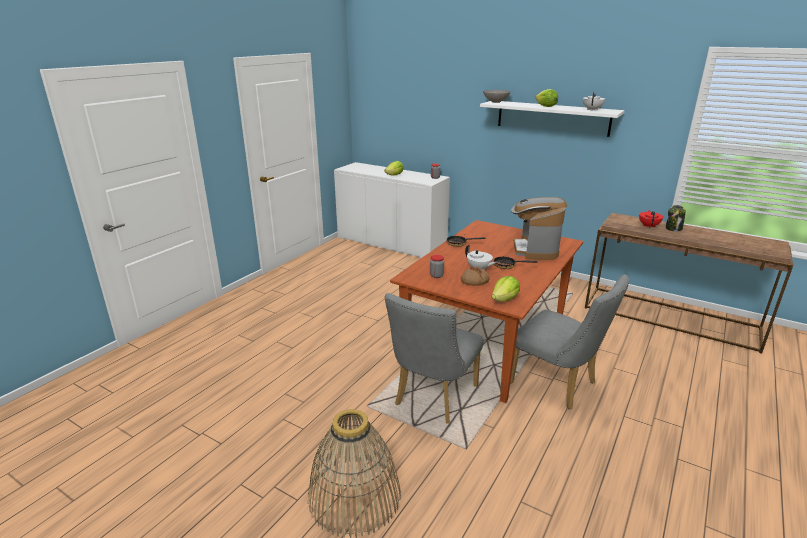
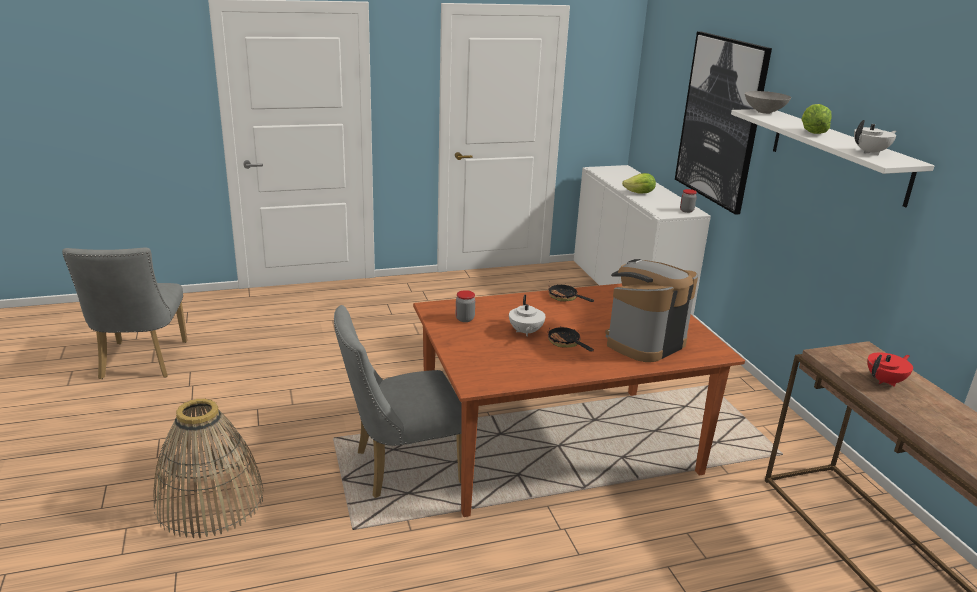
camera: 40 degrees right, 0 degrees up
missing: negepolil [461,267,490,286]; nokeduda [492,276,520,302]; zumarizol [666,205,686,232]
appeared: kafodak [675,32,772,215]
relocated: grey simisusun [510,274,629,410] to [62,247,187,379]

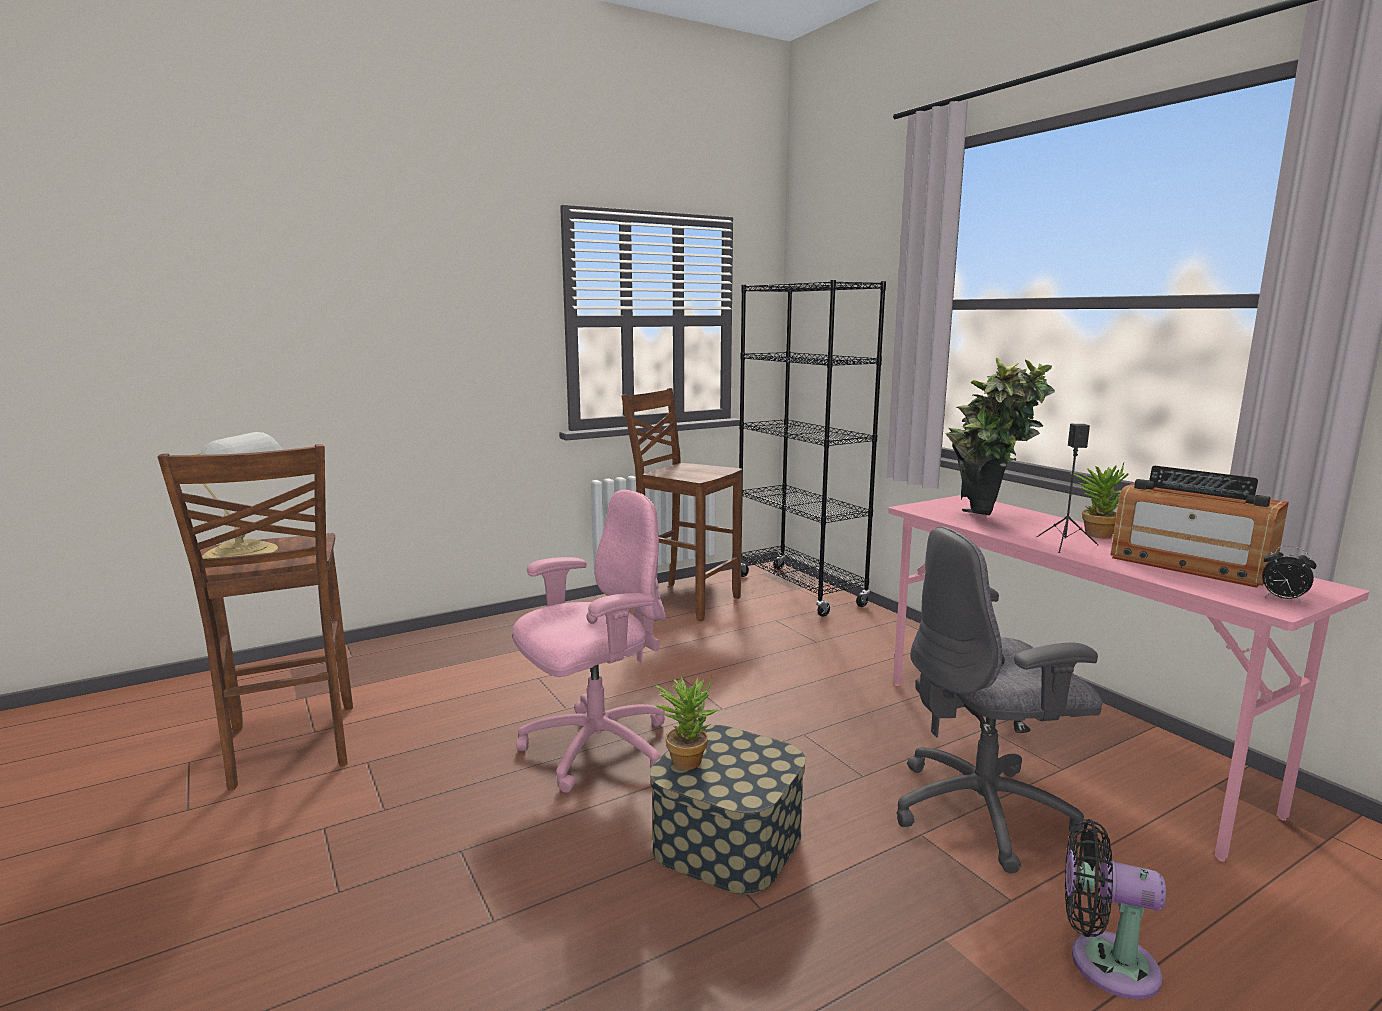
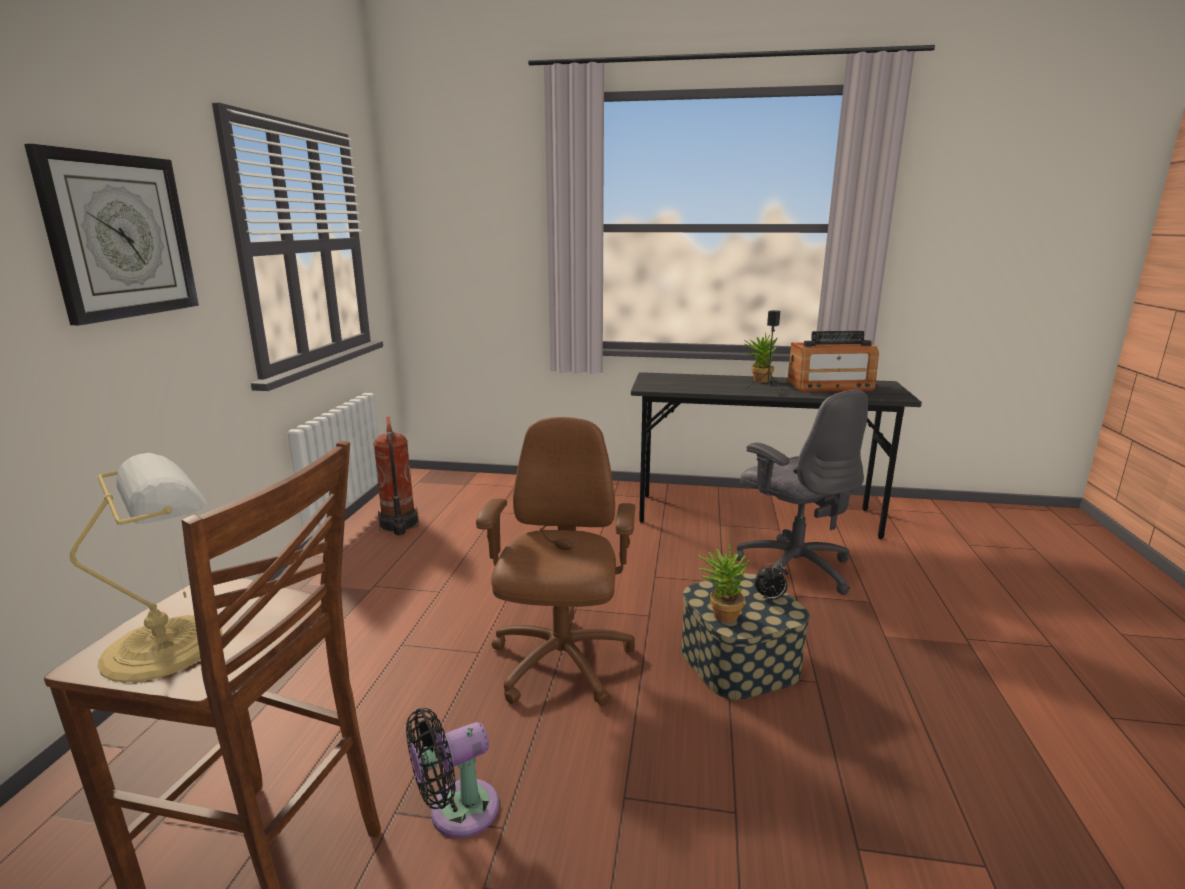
camera: 50 degrees left, 5 degrees up
missing: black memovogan [739,280,886,617]; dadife [946,358,1055,515]
appeared: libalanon [24,144,199,325]
relocated: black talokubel [1065,819,1166,999] to [406,708,499,838]; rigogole [1262,546,1317,604] to [755,563,788,601]
exchanged: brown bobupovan [621,388,743,621] to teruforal [373,416,419,535]
colour: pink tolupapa [512,490,666,793] to brown tolupapa [476,417,635,706]; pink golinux [888,495,1369,862] to grey golinux [631,372,922,539]
spun: grey tolupapa [897,527,1102,873] = [735,390,868,595] 60 degrees counterclockwise

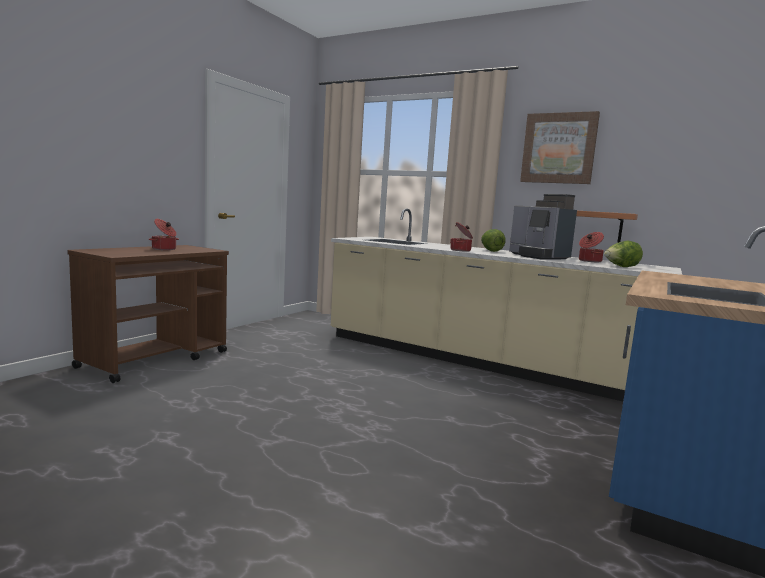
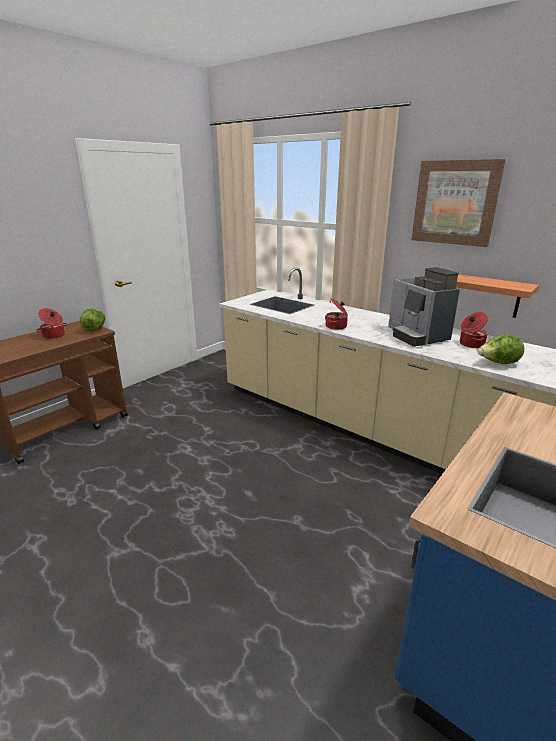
camera: 10 degrees right, 15 degrees up
relocated: nokeduda [481,229,506,252] to [80,309,105,332]

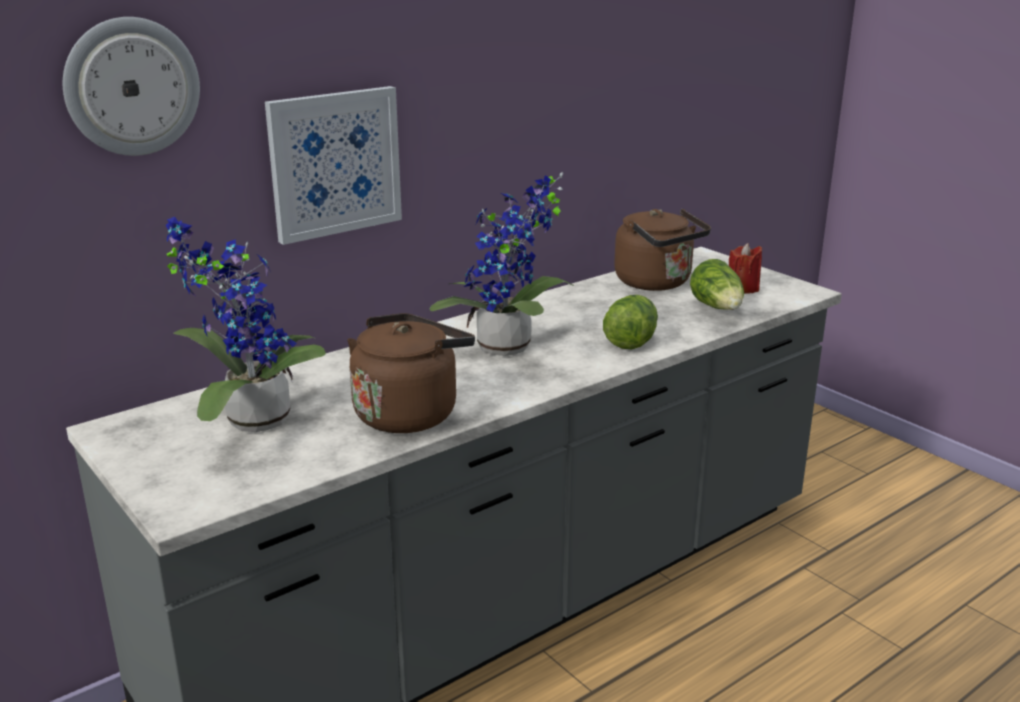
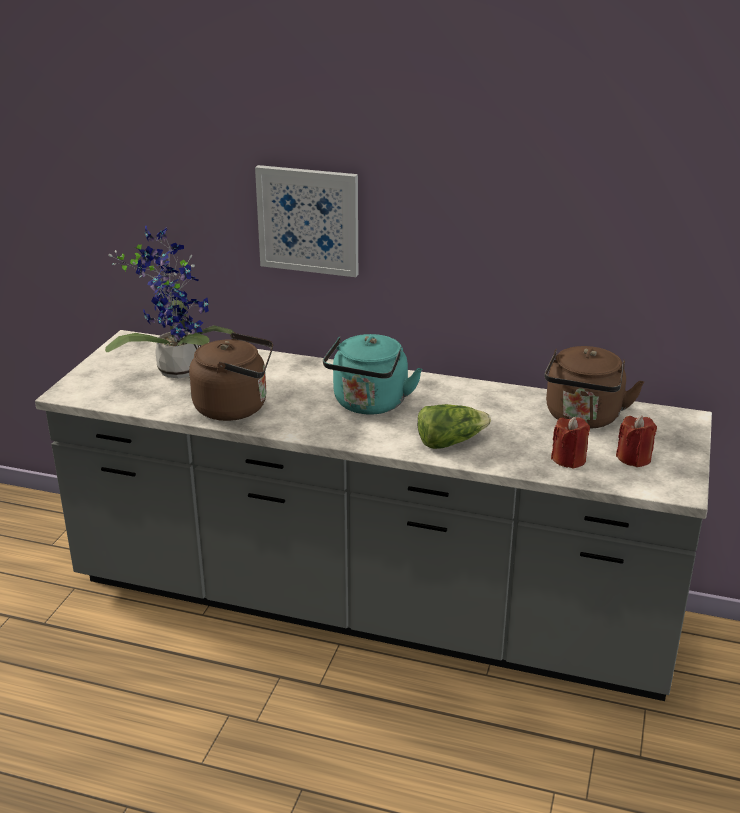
camera: 55 degrees right, 5 degrees up
missing: libalanon [63,17,200,156]
exchanged: dadife [430,172,574,356] to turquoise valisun [323,334,422,415]; nokeduda [690,259,744,310] to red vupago [551,417,590,469]

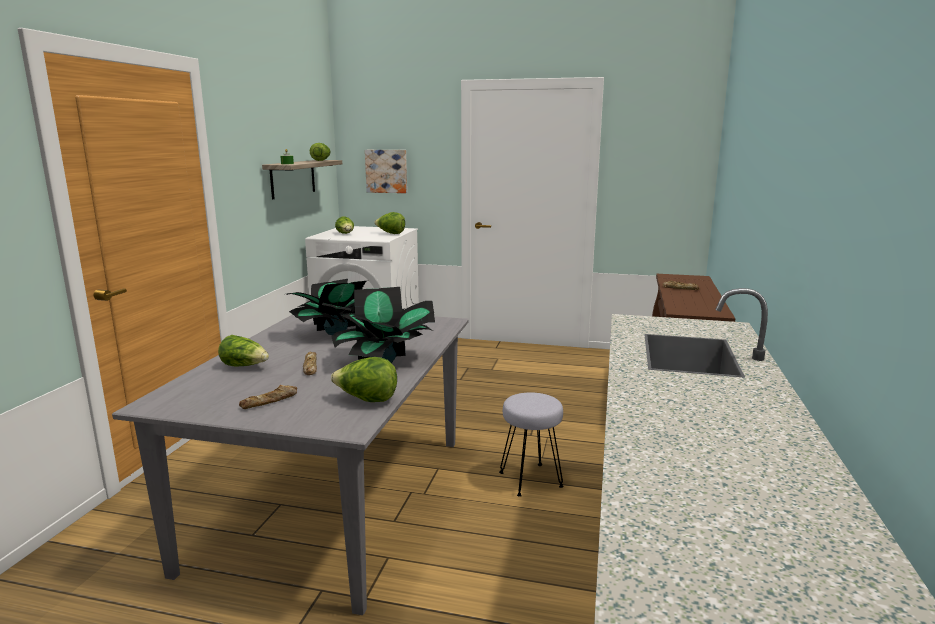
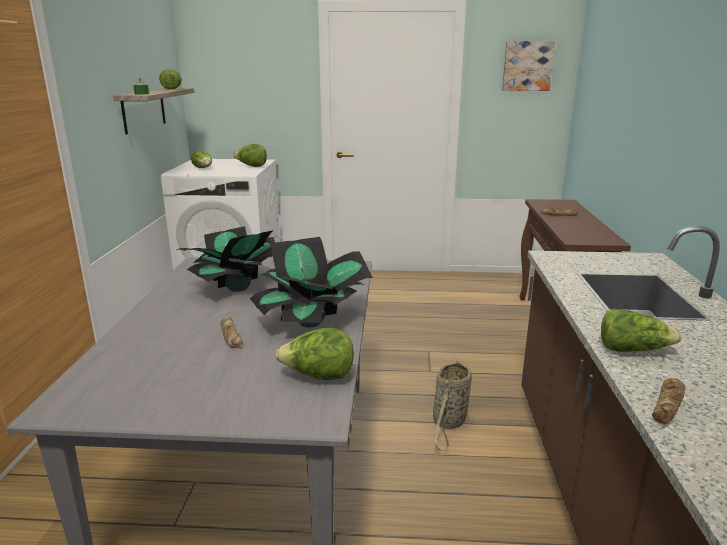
camera: 10 degrees left, 5 degrees up
relocated: kafodak [365,150,407,193] to [502,41,555,91]; nokeduda [218,335,269,367] to [601,309,682,352]; negepolil [239,385,297,409] to [652,378,685,424]
exchanged: grey bobupovan [499,392,564,497] to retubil [433,359,472,451]

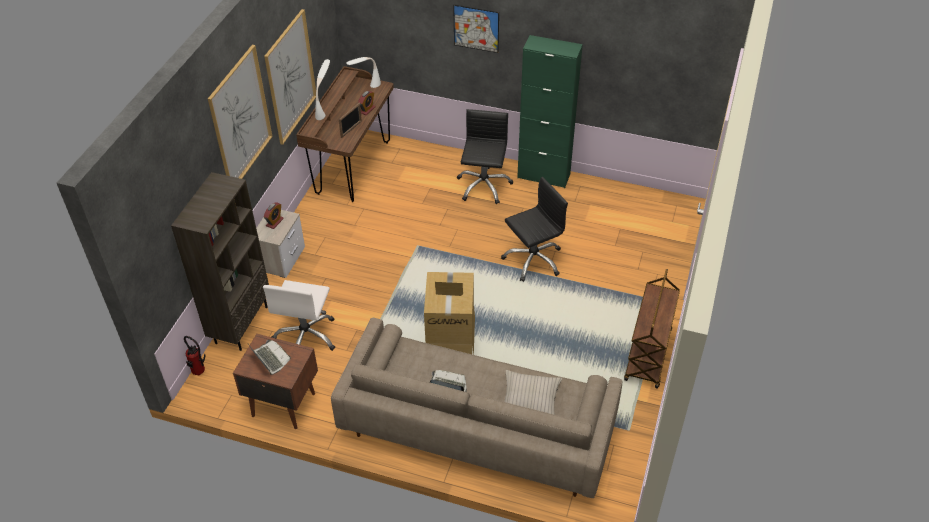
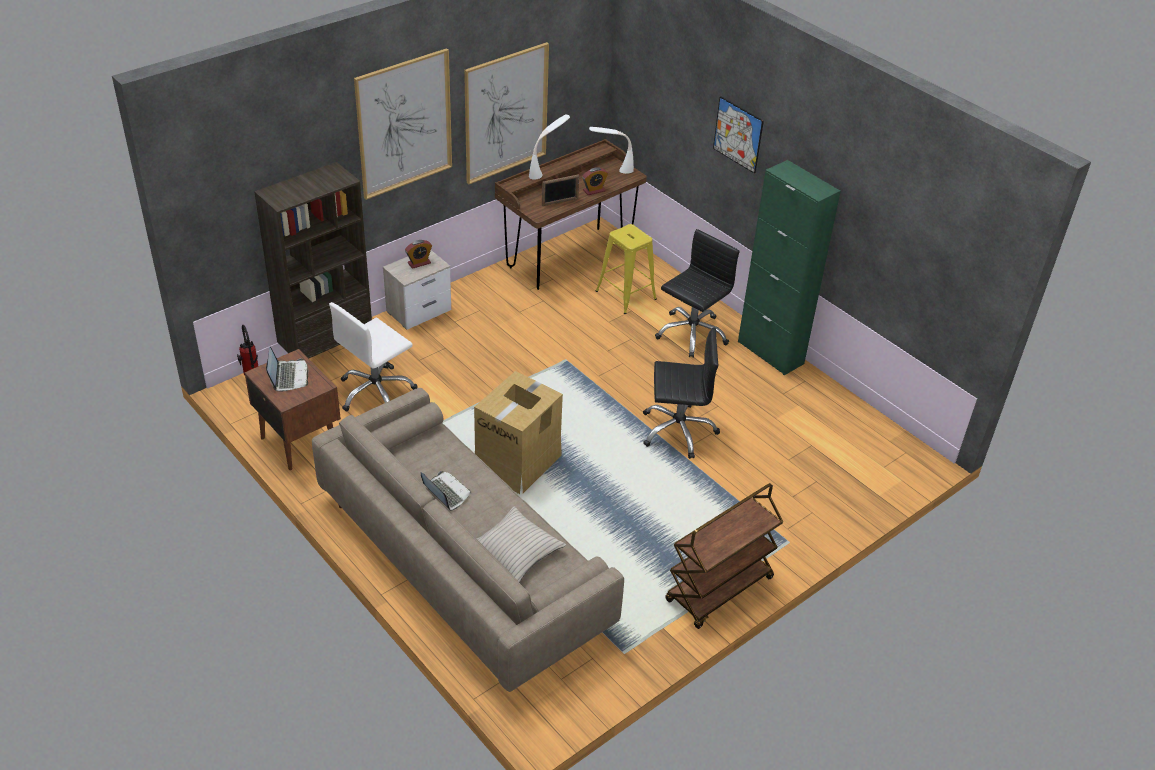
camera: 30 degrees right, 5 degrees down
appeared: yellow bobupovan [596,224,657,314]

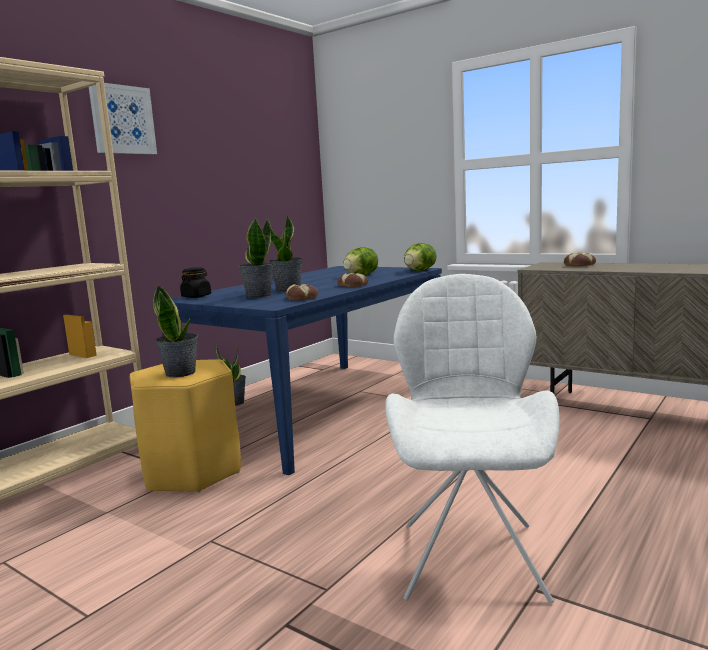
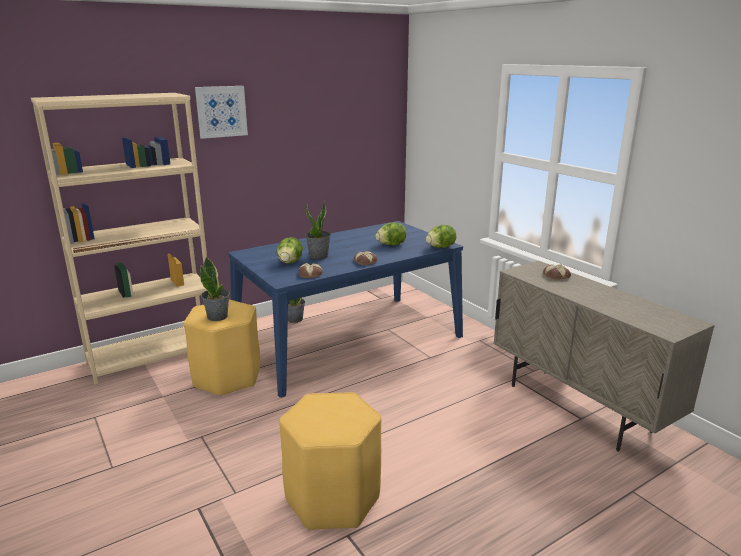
camera: 20 degrees right, 10 degrees up
missing: black zumarizol [180,267,211,298]
exchanged: dadife [239,218,274,298] to nokeduda [277,237,303,264]; white simisusun [386,274,560,604] to yellow bobupovan [279,392,381,530]

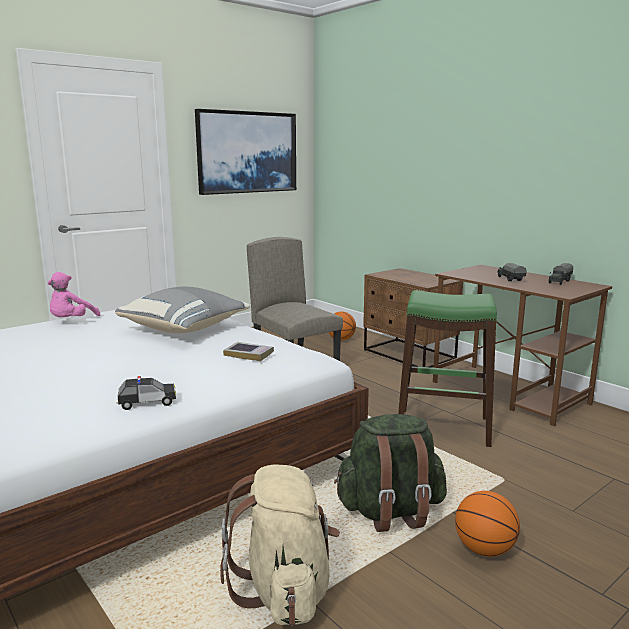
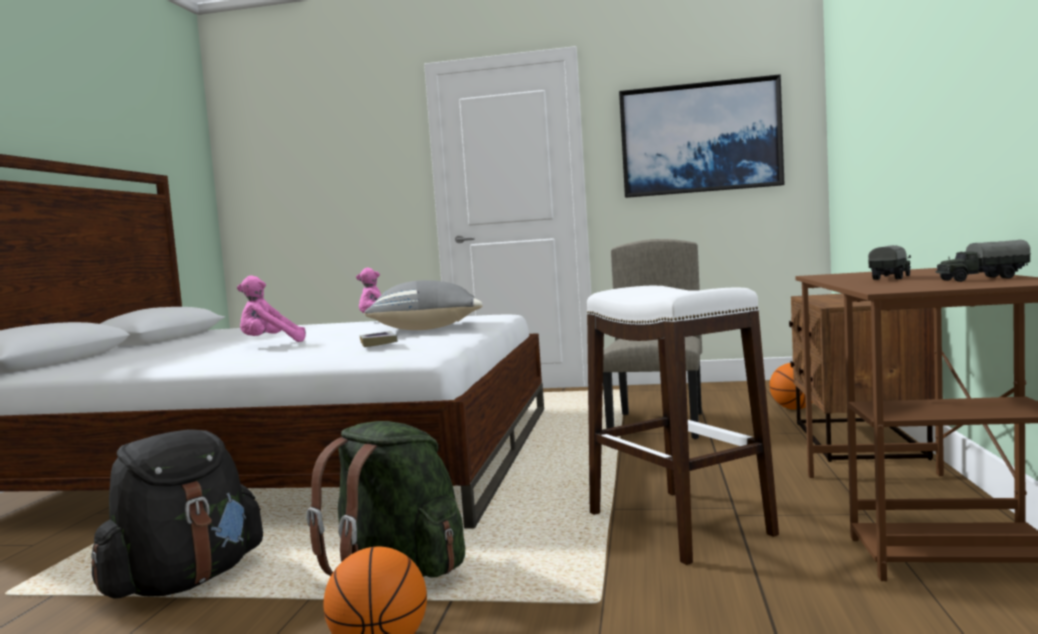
camera: 50 degrees right, 10 degrees down
missing: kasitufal [116,376,176,410]
appeared: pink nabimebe [237,276,306,342]
colour: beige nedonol [220,465,340,626] to black nedonol [91,430,263,599]; green bobupovan [398,290,497,447] to white bobupovan [587,286,779,565]

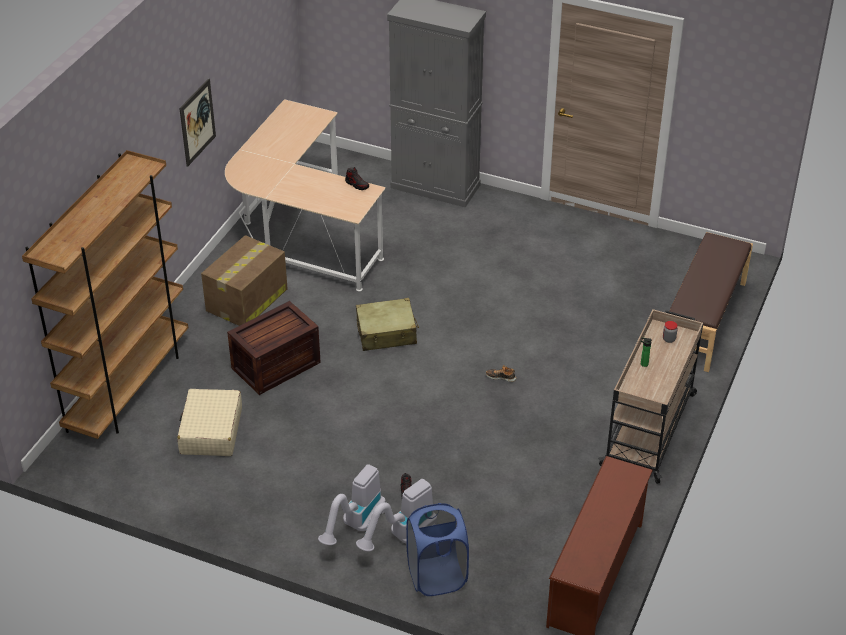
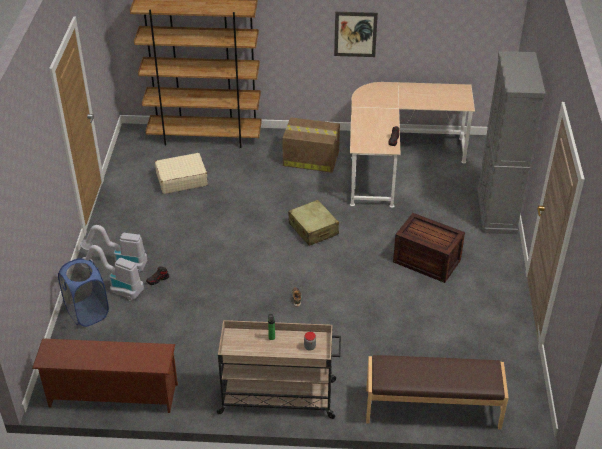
camera: 70 degrees right, 0 degrees up
relocated: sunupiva [227,301,321,395] to [393,213,465,283]

